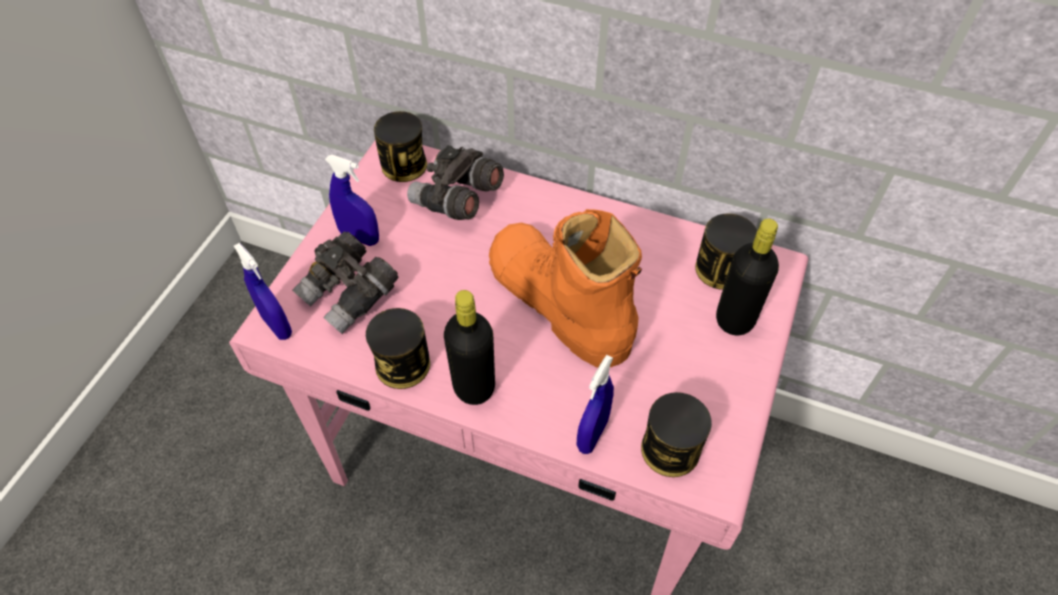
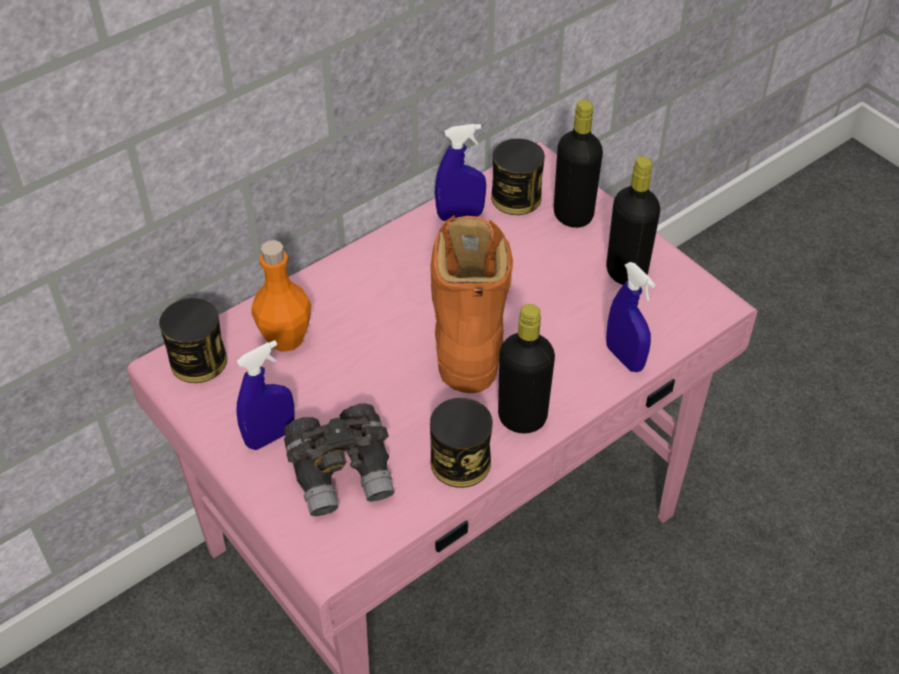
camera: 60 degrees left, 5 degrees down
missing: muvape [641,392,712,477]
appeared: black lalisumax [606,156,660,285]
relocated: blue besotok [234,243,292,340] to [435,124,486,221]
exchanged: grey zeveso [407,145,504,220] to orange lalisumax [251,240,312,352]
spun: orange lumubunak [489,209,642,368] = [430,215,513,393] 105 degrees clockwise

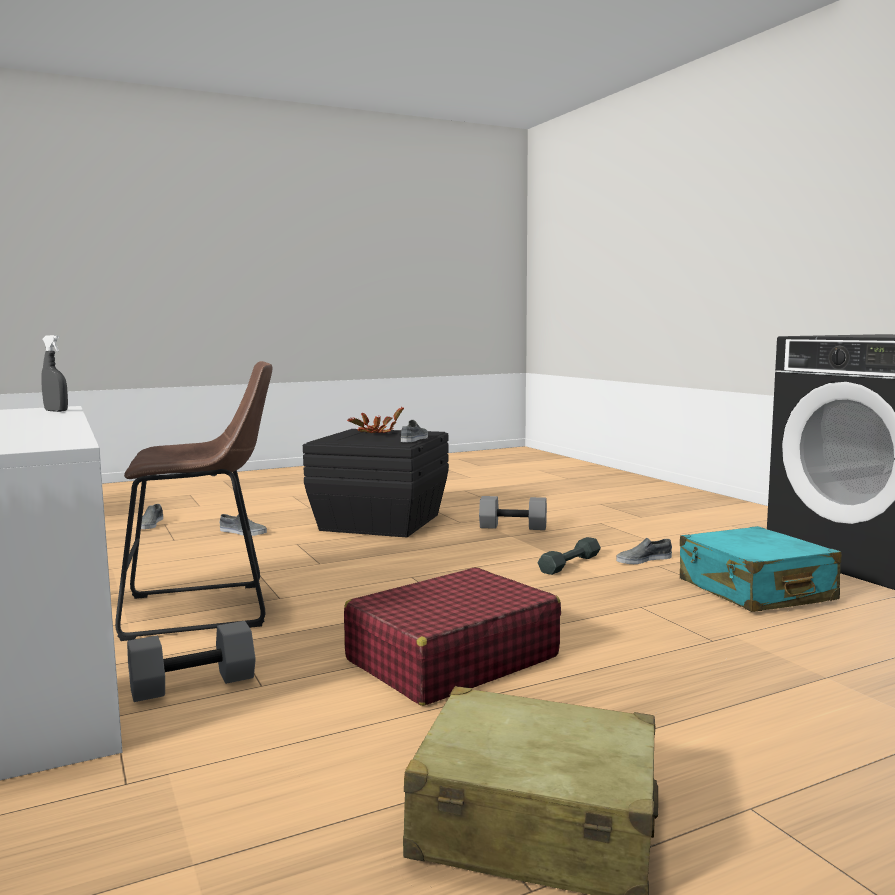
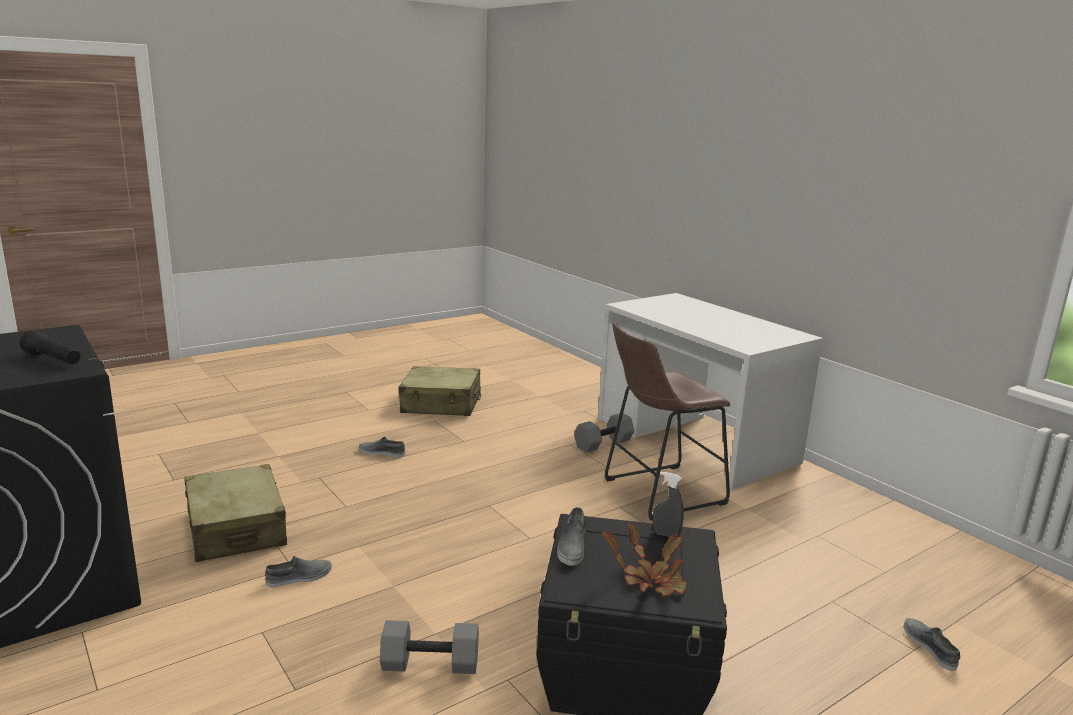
camera: 170 degrees right, 10 degrees up
missing: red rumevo [344,567,561,706]; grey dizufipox [537,537,601,575]
appeared: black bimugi [20,331,81,364]
relocated: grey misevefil [219,514,267,536] to [359,437,405,457]; grey besotok [41,335,68,412] to [653,472,684,537]
colour: turquoise rumevo [680,526,841,612] to beige rumevo [184,464,287,562]

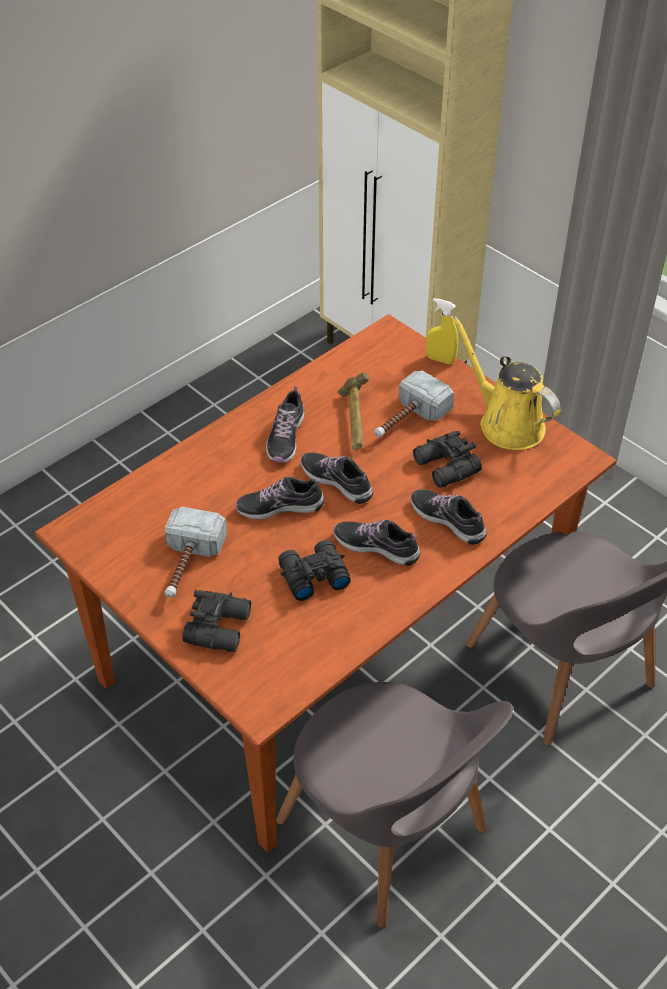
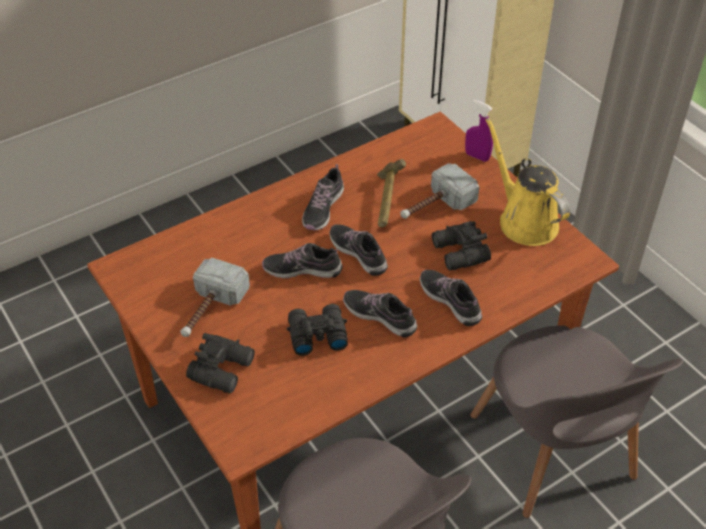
camera: 10 degrees right, 0 degrees up
colour: yellow besotok [426,298,458,364] to purple besotok [465,100,493,162]

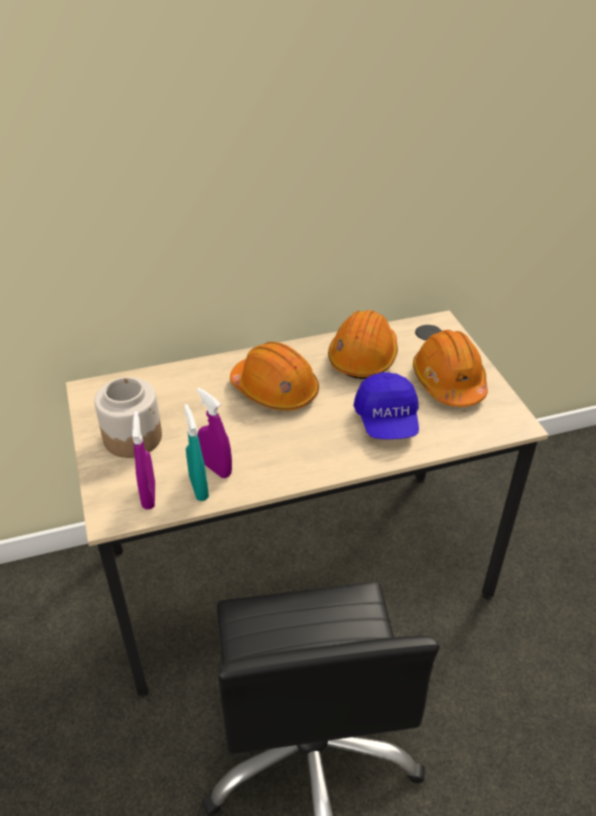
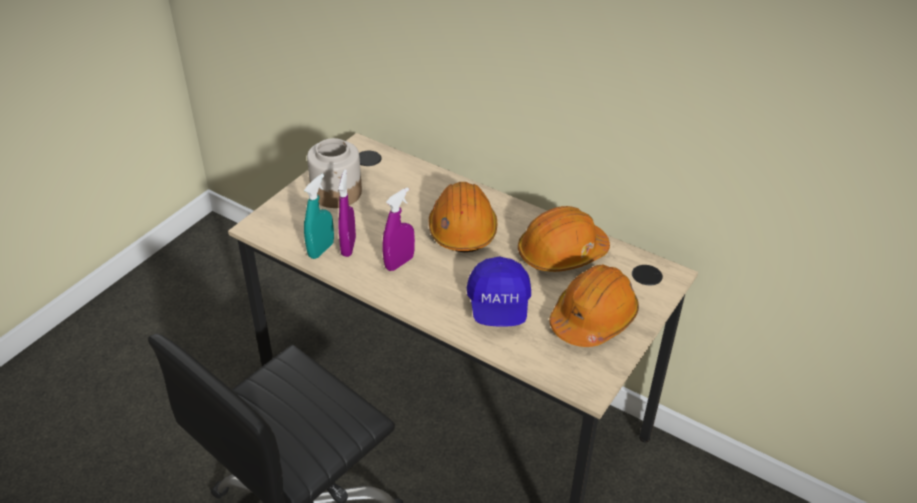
camera: 50 degrees right, 0 degrees up
relocated: purple besotok [132,411,155,510] to [382,187,415,271]
spun: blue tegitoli [353,372,419,439] = [467,256,531,327] 45 degrees counterclockwise

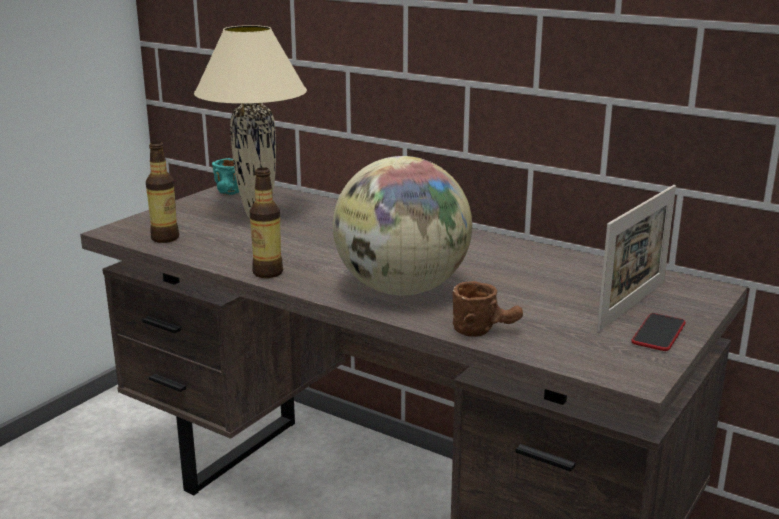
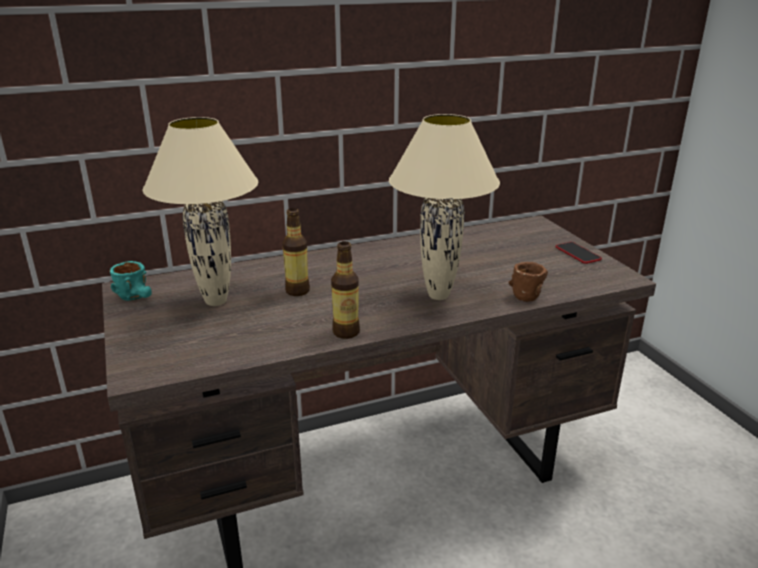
camera: 55 degrees left, 5 degrees up
missing: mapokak [597,185,676,332]
relocated: lalisumax [146,142,179,243] to [282,208,310,296]
exchanged: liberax [333,156,472,295] to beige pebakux [389,114,500,300]

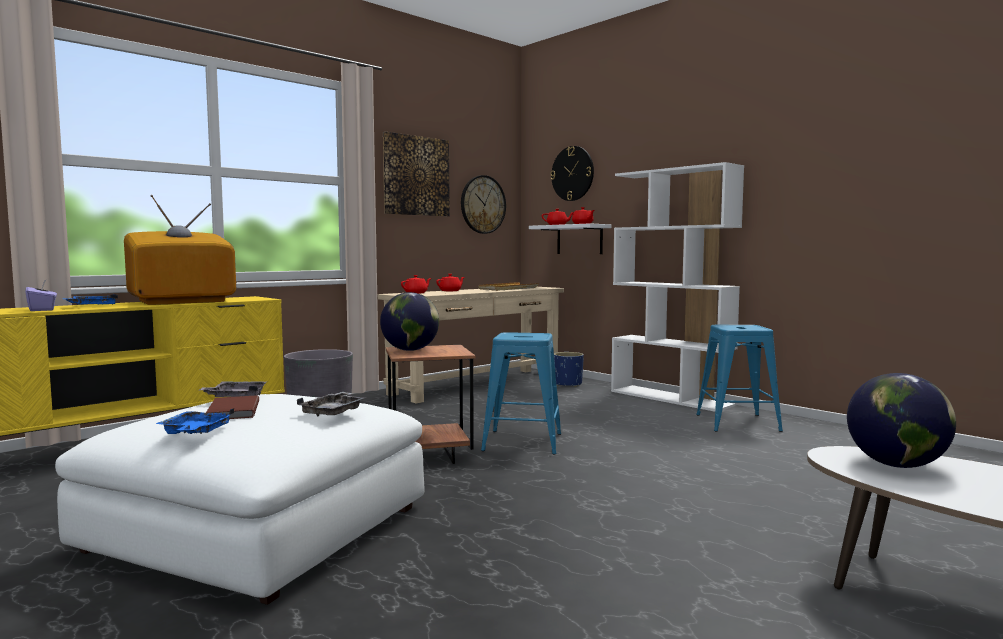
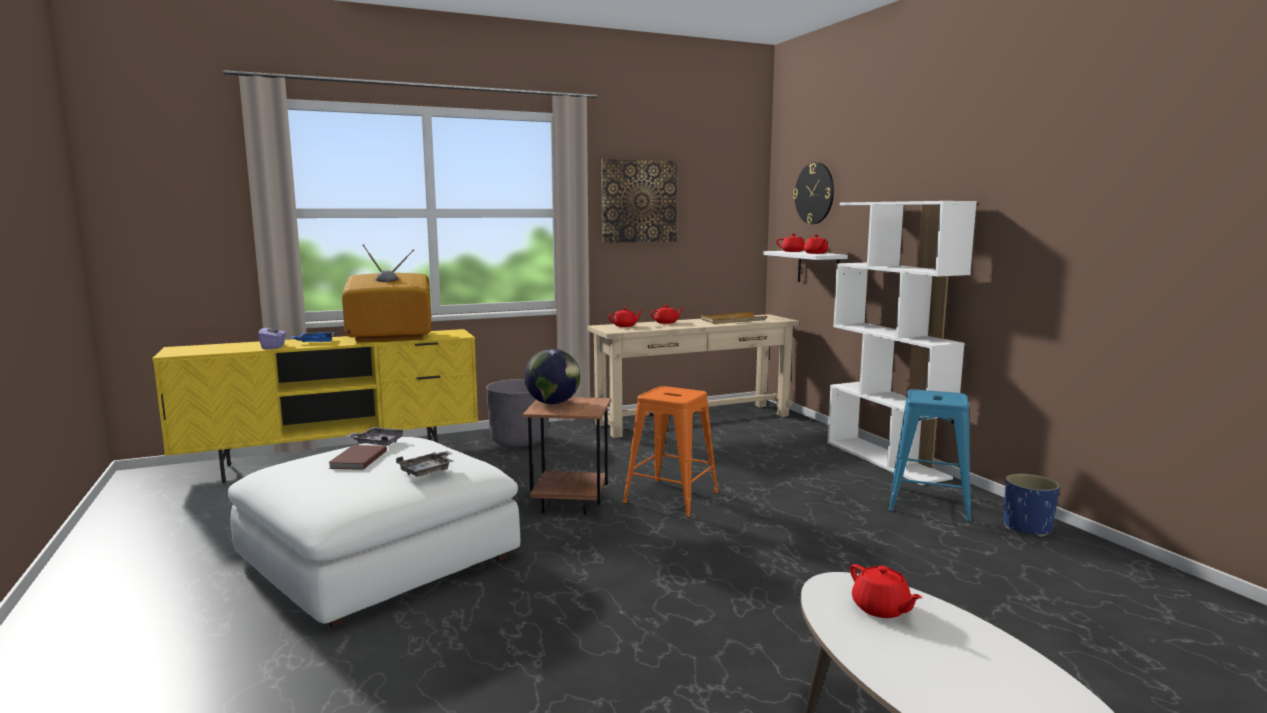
camera: 20 degrees right, 5 degrees up
missing: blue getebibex [156,408,234,434]; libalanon [461,175,506,234]
relocated: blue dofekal [554,352,584,387] to [1004,474,1060,537]
exchanged: liberax [847,373,956,468] to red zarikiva [850,564,923,618]
colour: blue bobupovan [481,332,561,455] to orange bobupovan [623,386,719,518]

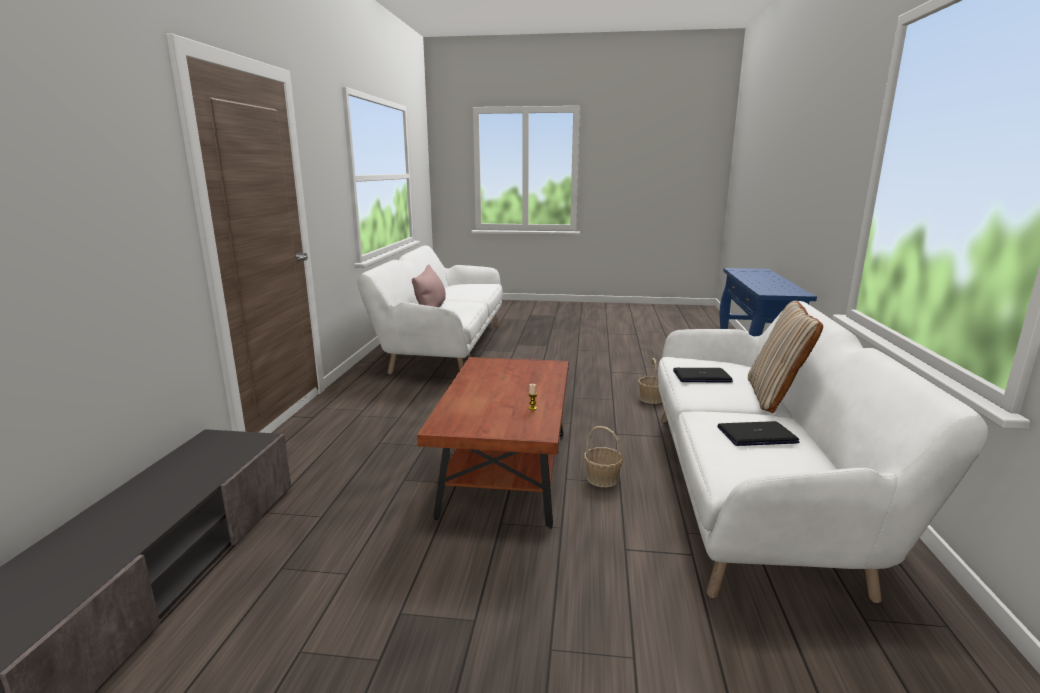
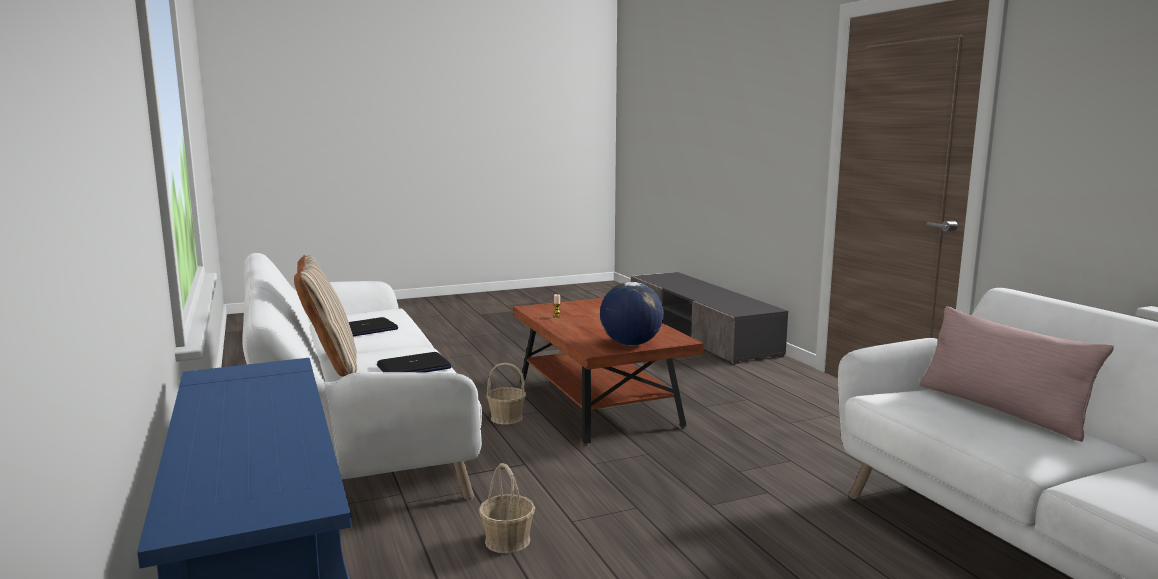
camera: 150 degrees right, 5 degrees down
appeared: liberax [600,282,664,346]

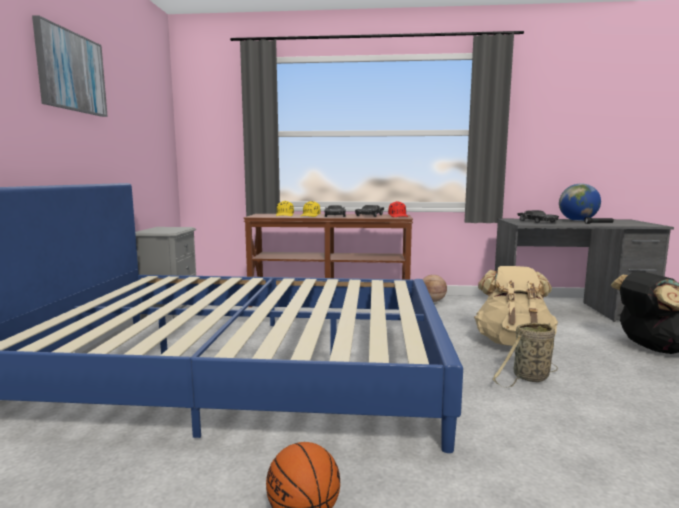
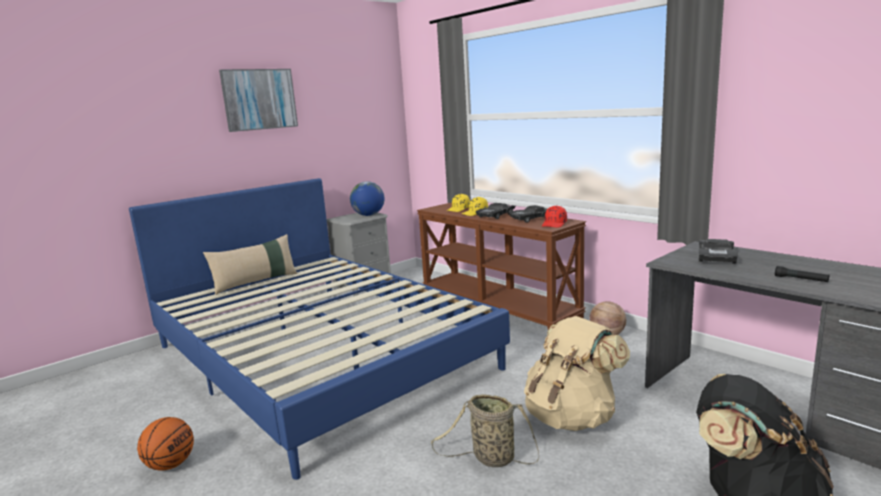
camera: 45 degrees right, 5 degrees up
appeared: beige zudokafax [203,234,297,295]
relocated: liberax [559,183,601,221] to [350,181,384,216]

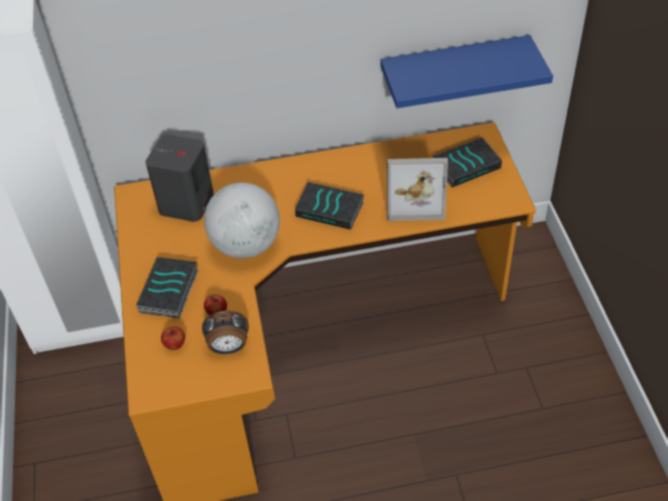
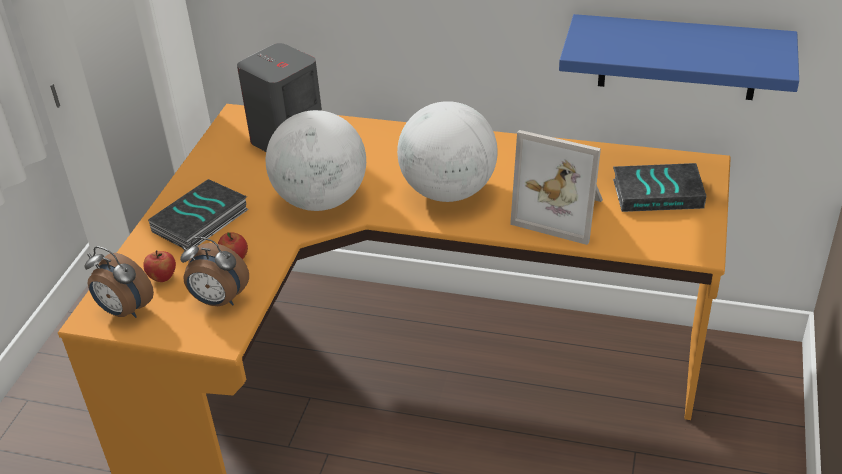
camera: 25 degrees right, 10 degrees down
appeared: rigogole [85,246,154,318]
exchanged: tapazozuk [295,182,364,230] to liberax [397,101,498,202]

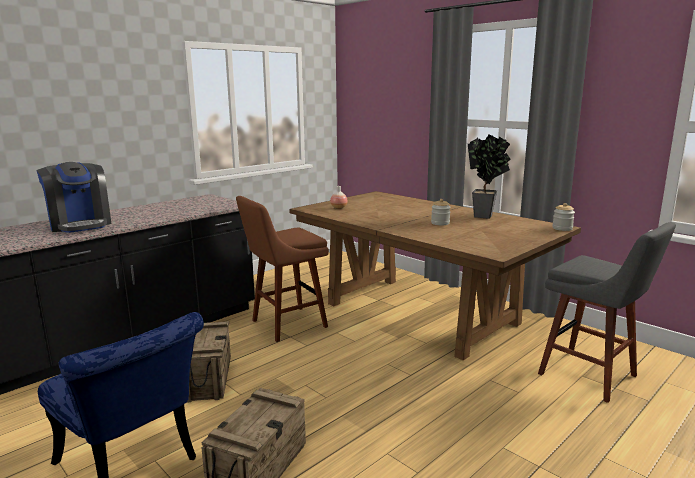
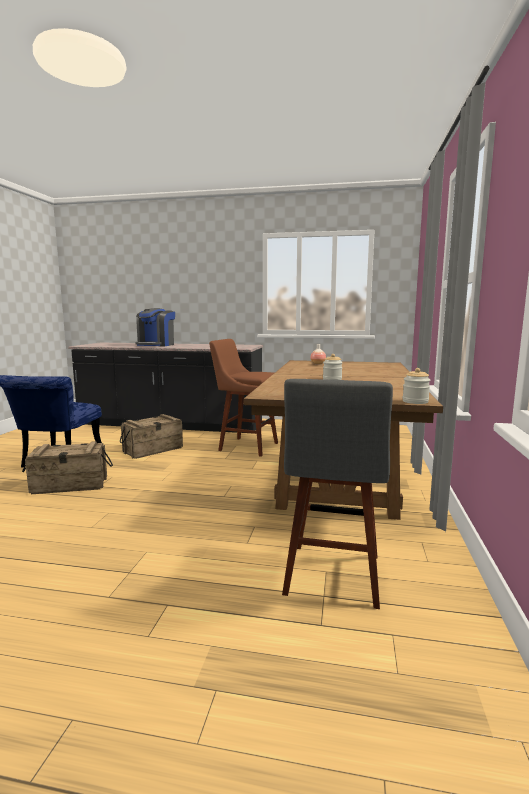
camera: 55 degrees right, 5 degrees down
missing: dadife [468,134,510,219]

